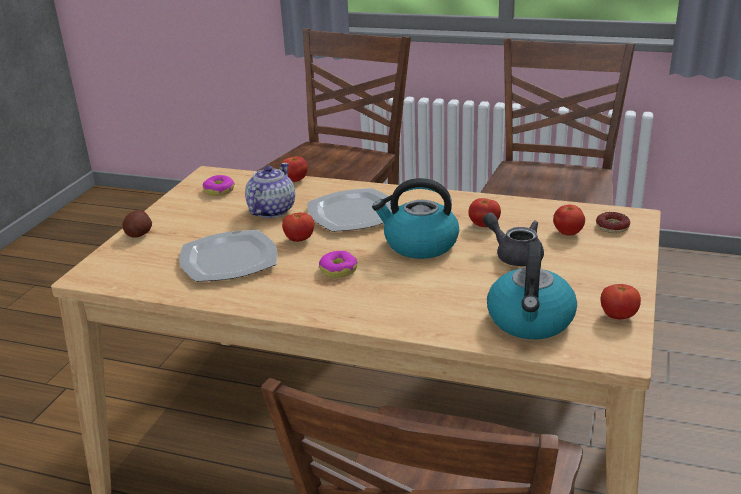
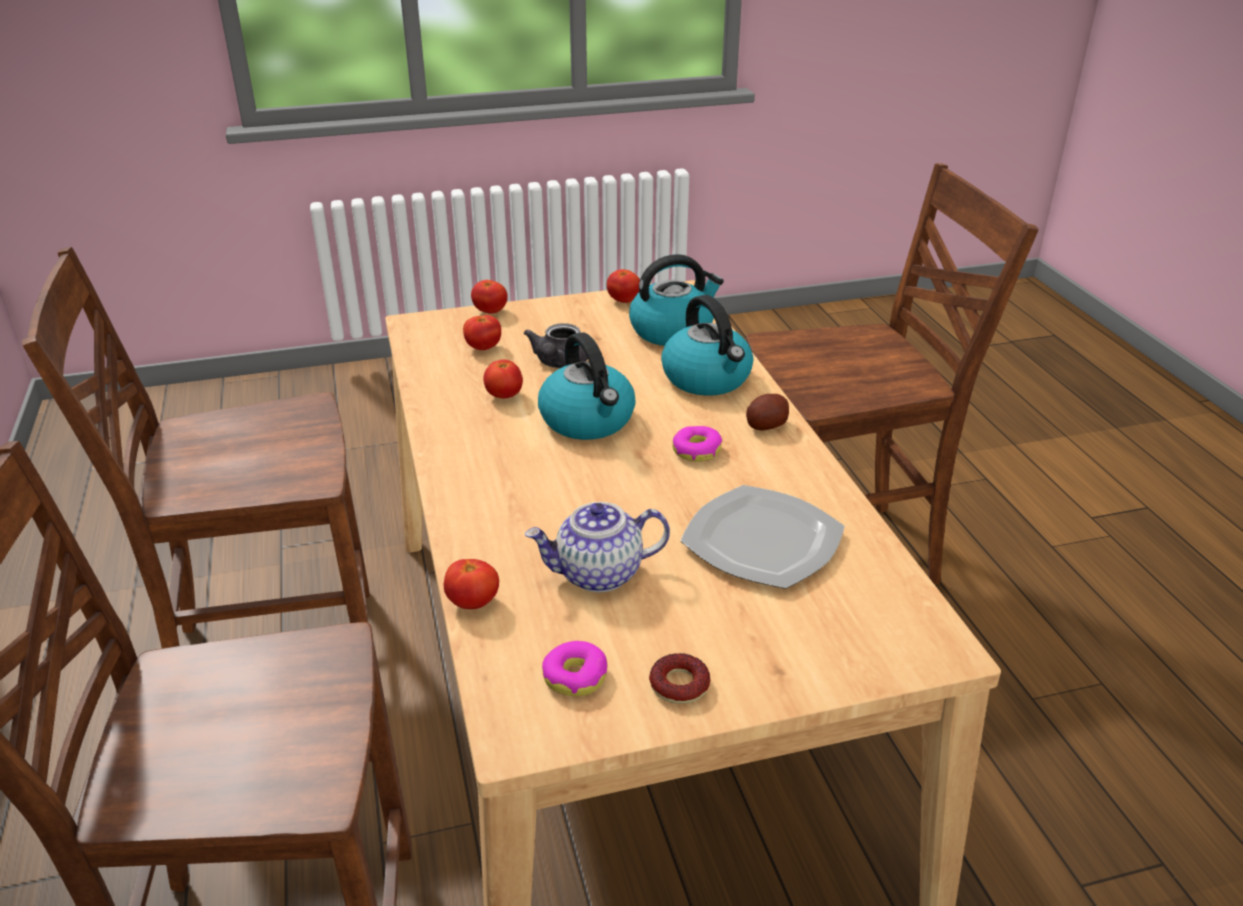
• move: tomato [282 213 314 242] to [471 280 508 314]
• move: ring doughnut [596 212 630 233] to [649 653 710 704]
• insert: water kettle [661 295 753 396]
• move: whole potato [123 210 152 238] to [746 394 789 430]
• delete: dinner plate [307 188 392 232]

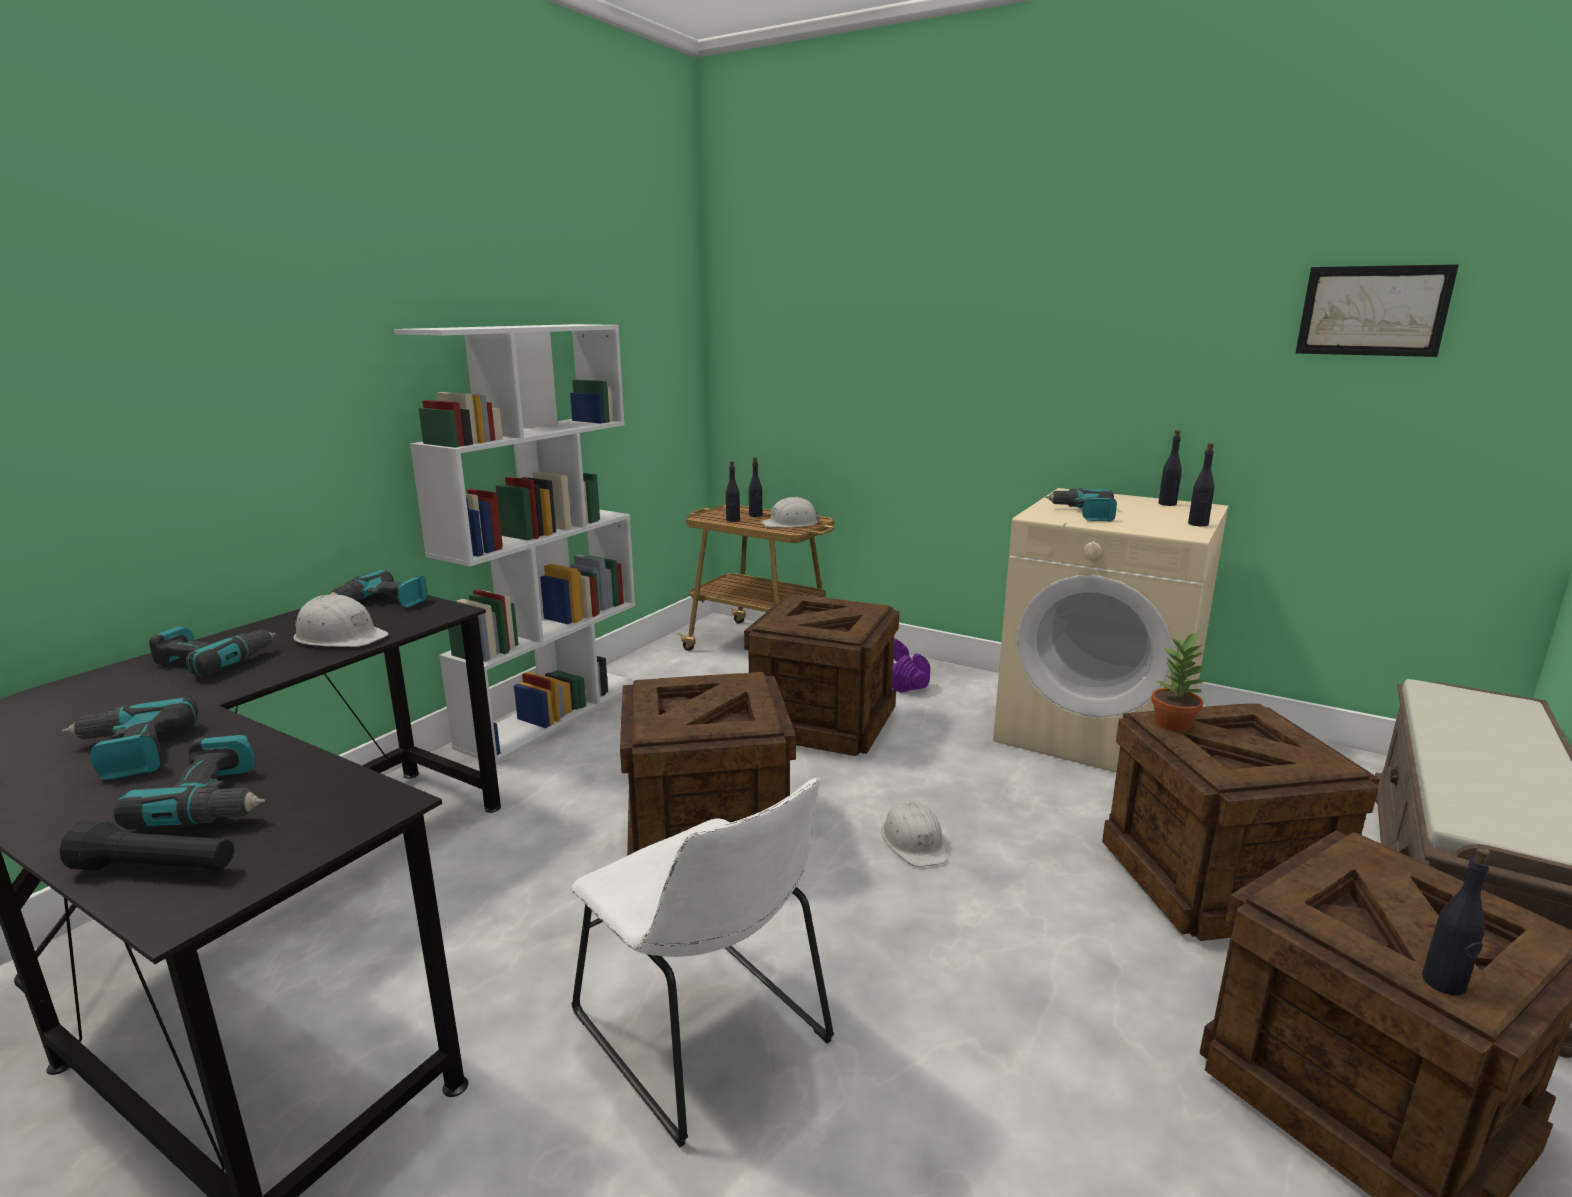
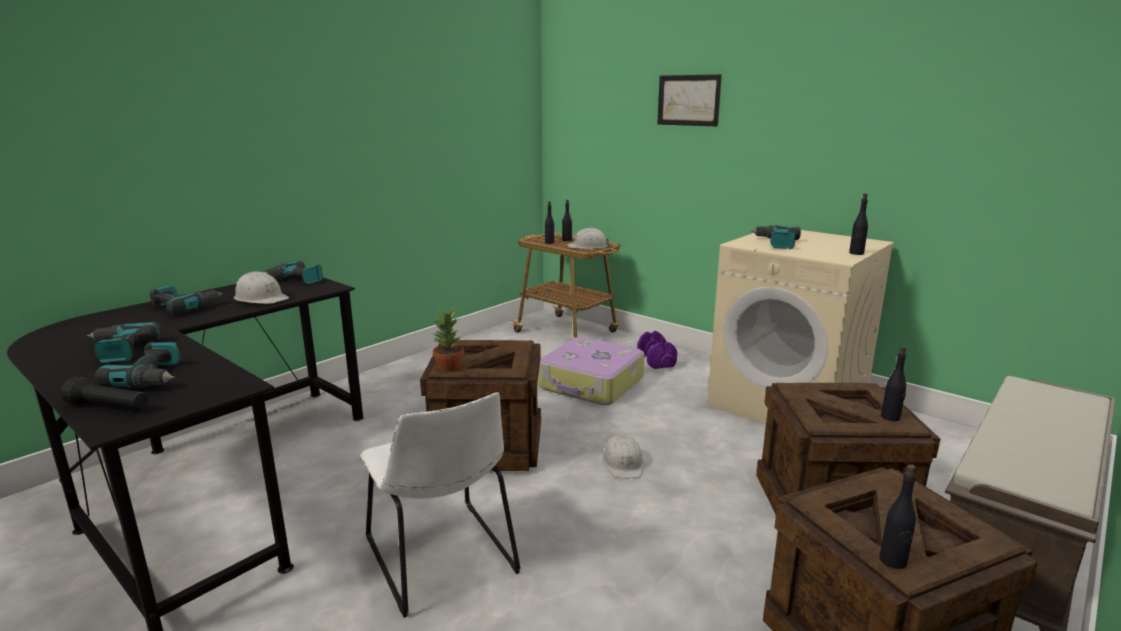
• move: plant in a pot [1151 632 1207 731] to [433 306 464 371]
• replace: shipping crate [744 594 899 756] to suitcase [539 337 645 405]
• move: wall art [1296 264 1459 357] to [657 74 722 126]
• move: drink bottle (black-coloured) [1158 430 1182 506] to [881 347 906 421]
• delete: shelving unit (white) [394 324 635 764]

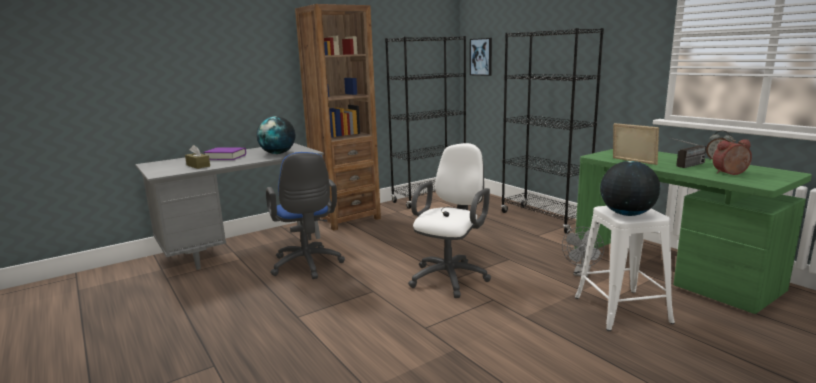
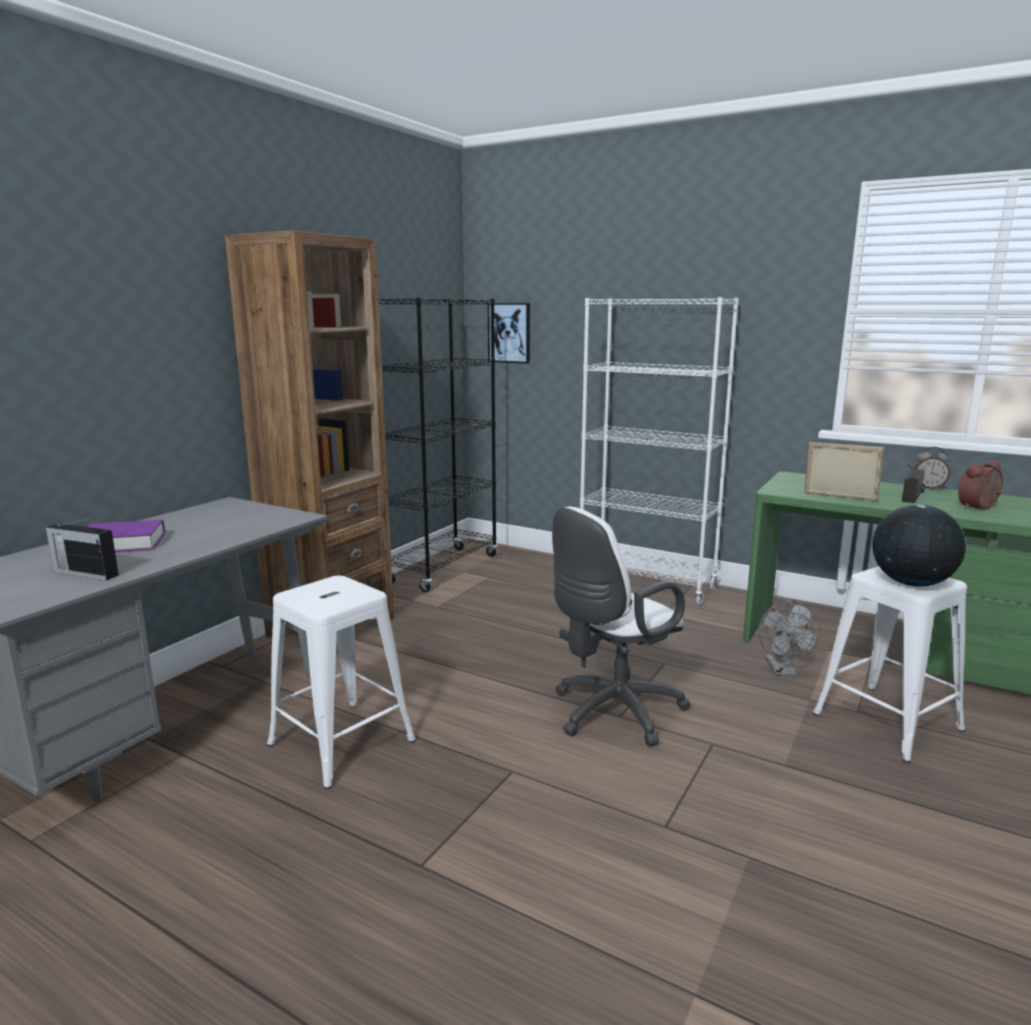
• replace: tissue holder (brownish) [185 145 210 169] to radio receiver [46 518 119 580]
• replace: desk chair (bluish) [266 152 345 279] to stool seat (white) [267 576 416 789]
• rotate: desk chair (white) [408 143 491 298] = [552 507 691 747] 135 degrees counterclockwise
• recolor: shelving unit (black-coloured) [501 28 604 234] to shelving unit (white) [580 297 739 605]
• delete: globe [256 116 295 154]

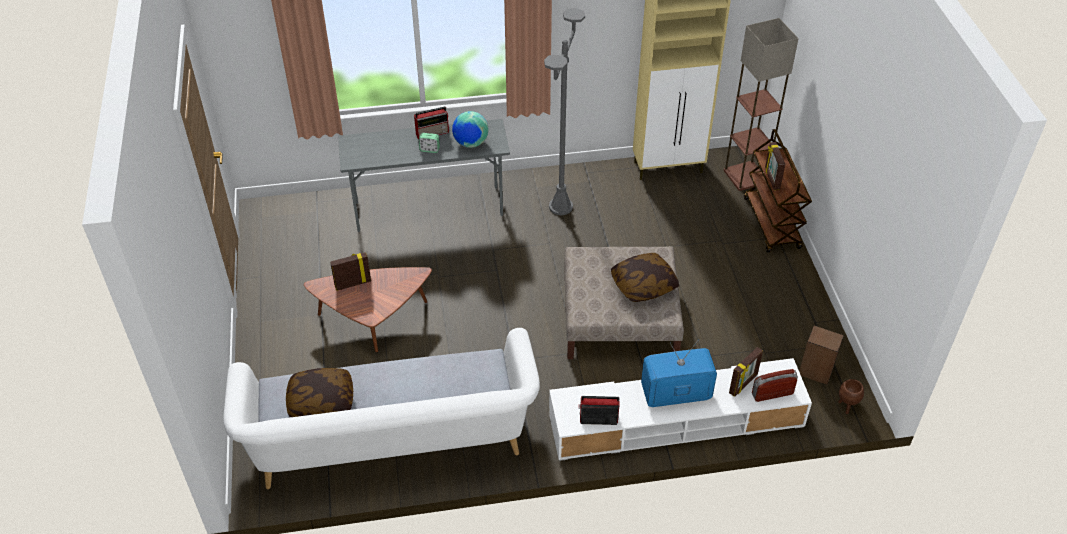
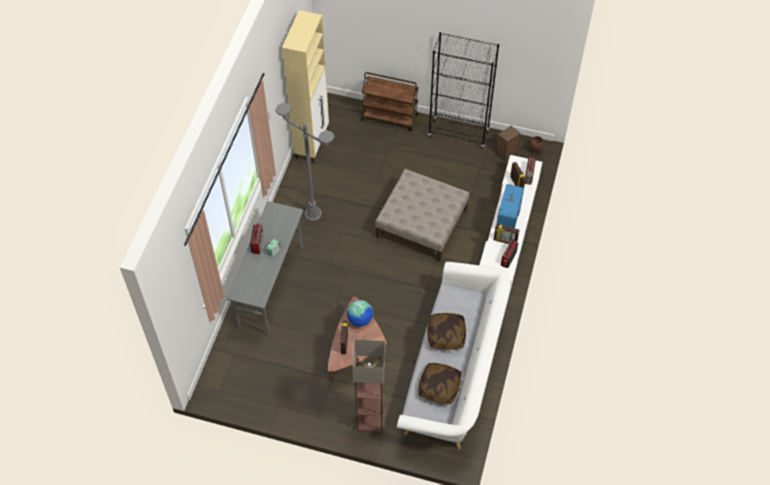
• move: globe [452 111 489 148] to [347 300 373 327]
• move: floor lamp [724 18 799 191] to [352 339 385 432]
• move: pillow [611 253 679 302] to [427 313 466 350]
• insert: shelving unit (black-coloured) [428 32 499 149]
• move: picture frame [765 142 786 190] to [494 224 519 244]

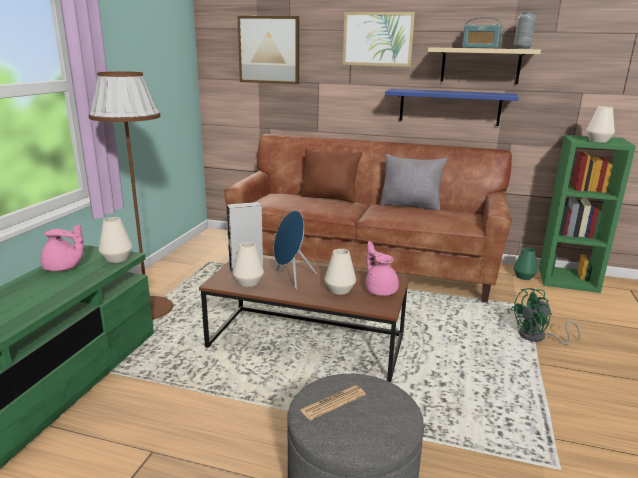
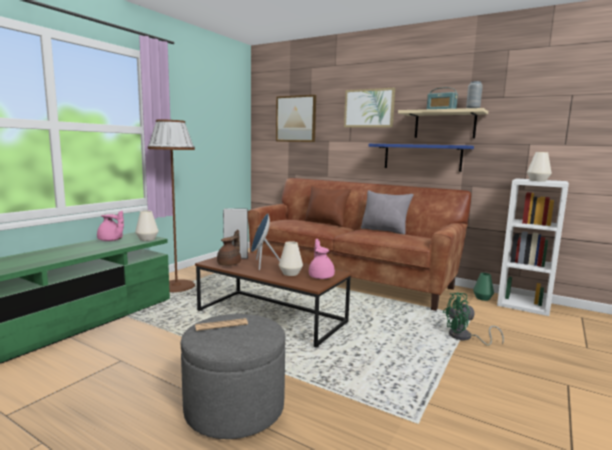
• replace: decorative vase (white) [233 242 264 287] to tea pot (brownish) [217 230 241 266]
• recolor: shelving unit (greenish) [539 135 636 293] to shelving unit (white) [497 178 569 316]

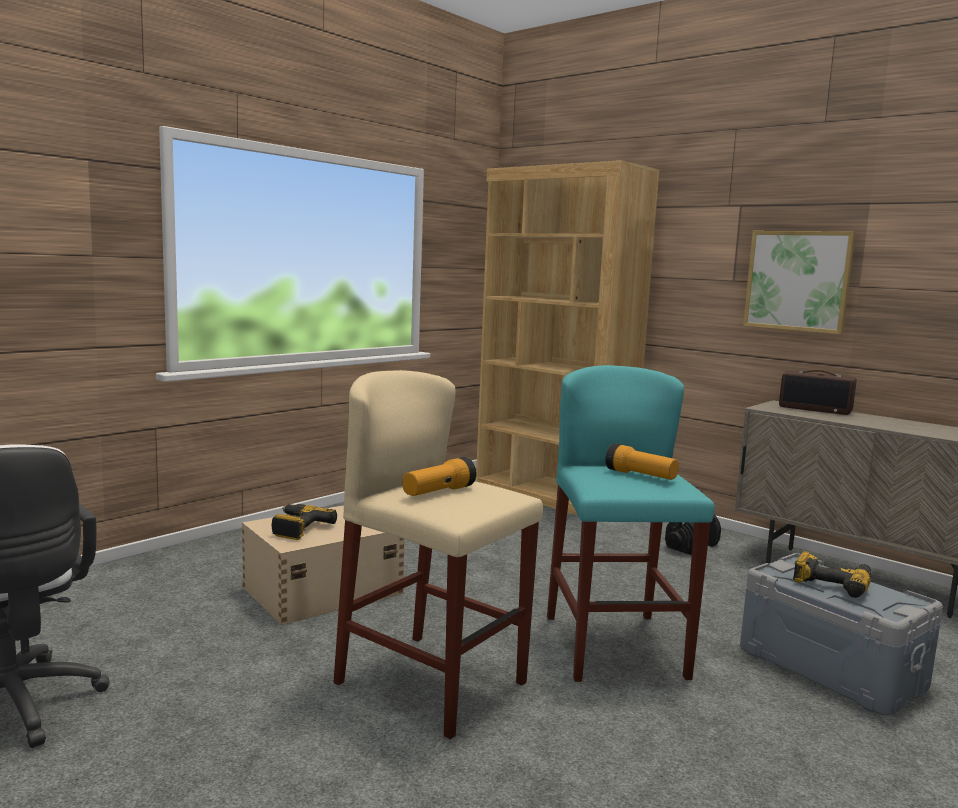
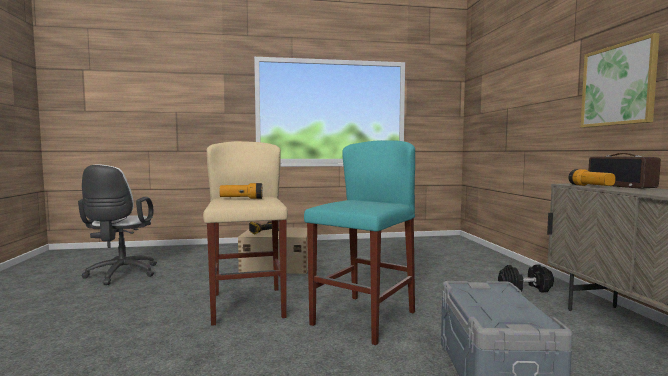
• move: torch [606 444 679 480] to [569 169 616 186]
• delete: shelving unit (brownish) [476 160 659 515]
• delete: drill [793 551 871 598]

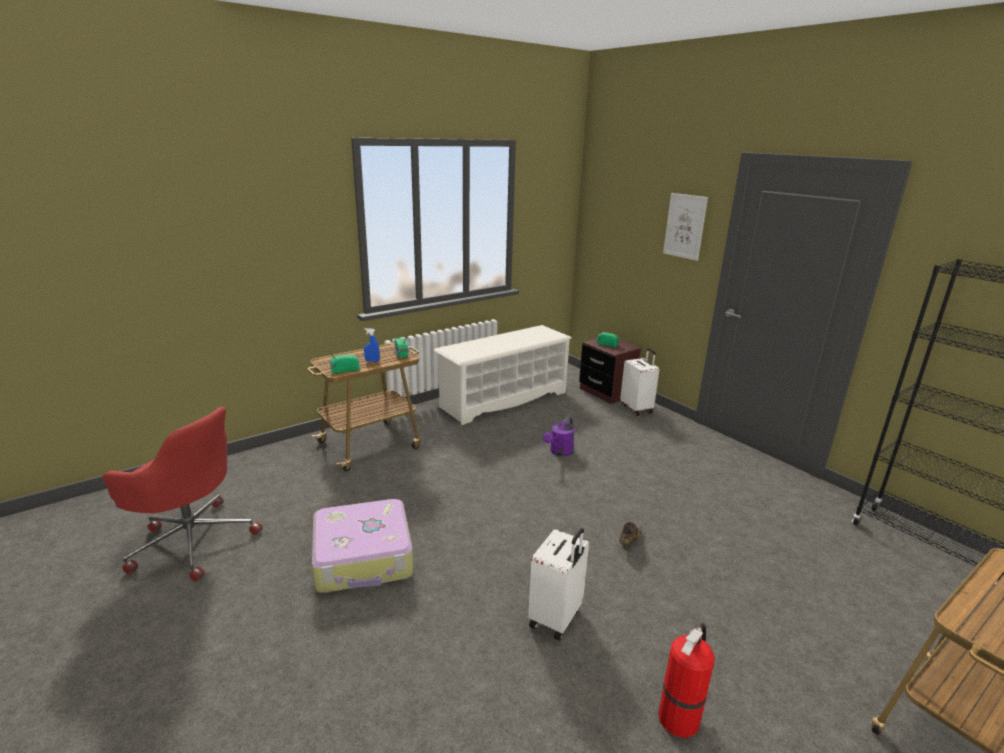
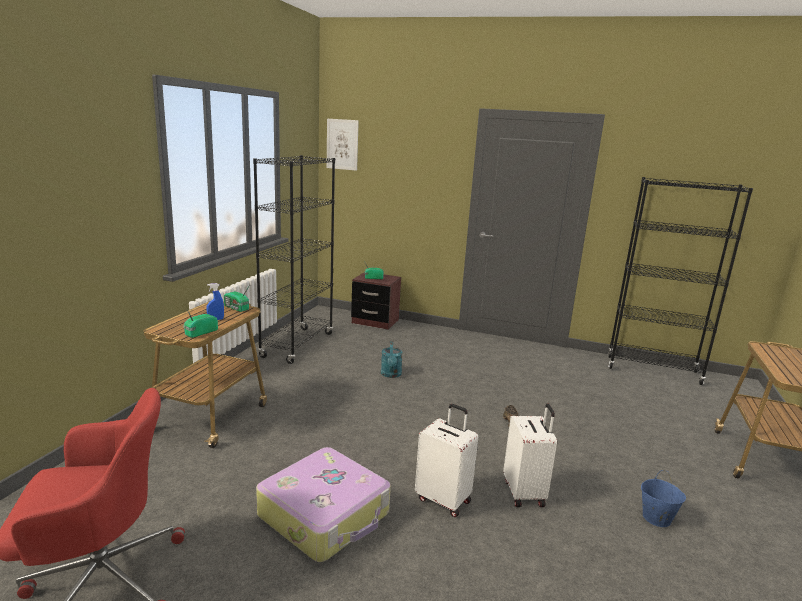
• replace: shoe shelf (white) [433 325 572 425] to shelving unit (black-coloured) [253 155 335 364]
• move: wall art [663 193 708 261] to [327 119 359 171]
• recolor: watering can (purple-coloured) [543 417 575 456] to watering can (turquoise) [381 341 402 378]
• move: suitcase (white) [620 348 659 416] to [415 404 478 517]
• replace: fire extinguisher [658 623 715 738] to water bucket (bluish) [641 470 686 527]

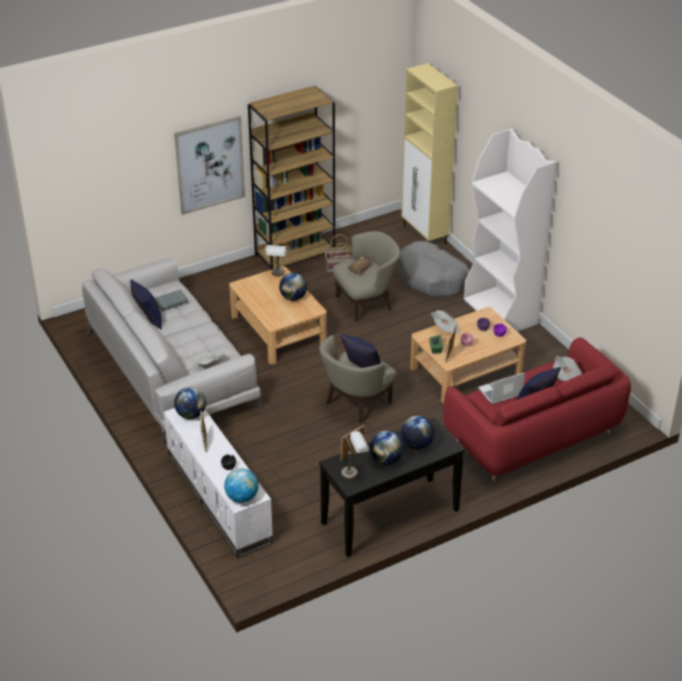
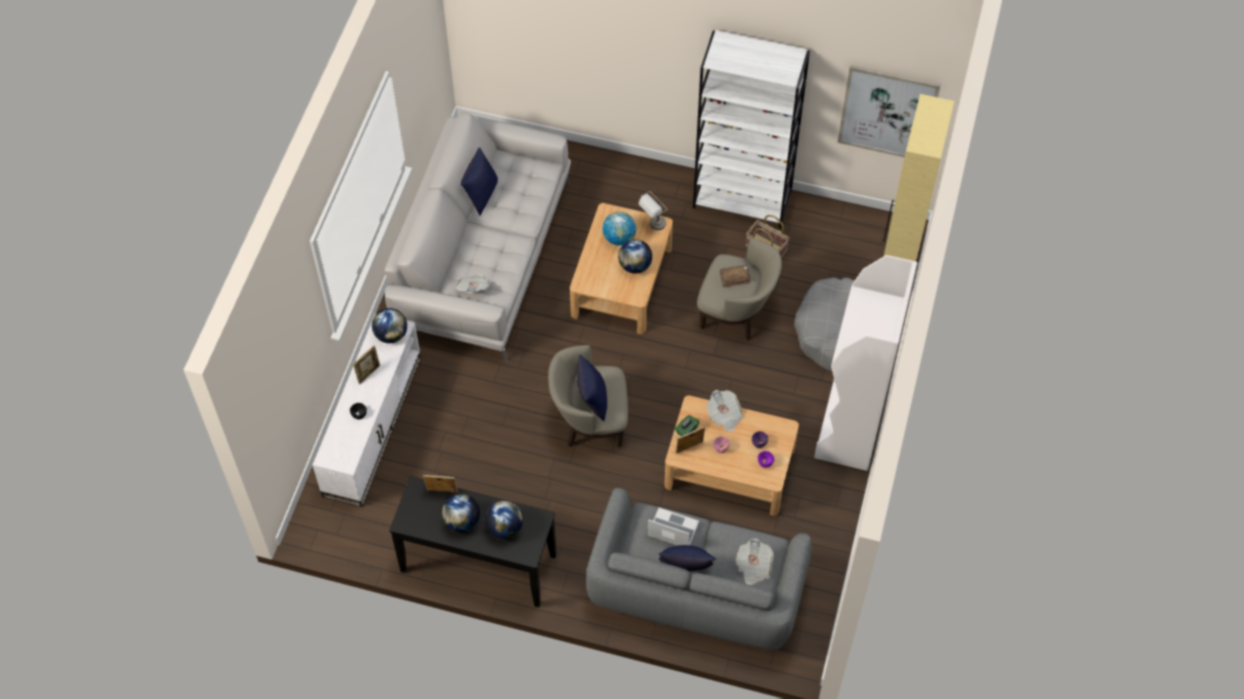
• recolor: settee (red) [443 337 631 481] to settee (grey) [586 488 812 650]
• move: globe [224 468 259 503] to [603 212 636 246]
• recolor: shelving unit (brownish) [248 86 335 270] to shelving unit (white) [693 30 810 228]
• move: wall art [174 116 245 215] to [837 65 941 157]
• delete: volume (grey) [155 290 188 311]
• delete: lamp for a table (grey) [341 431 369 479]

